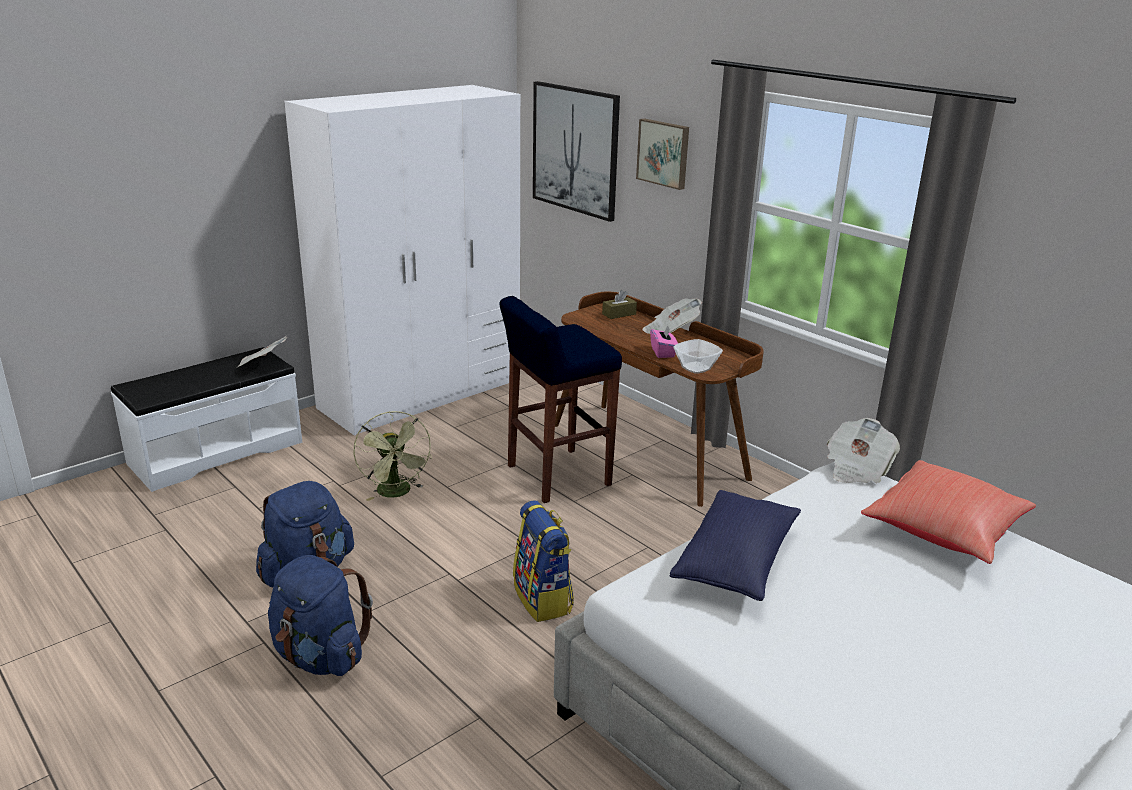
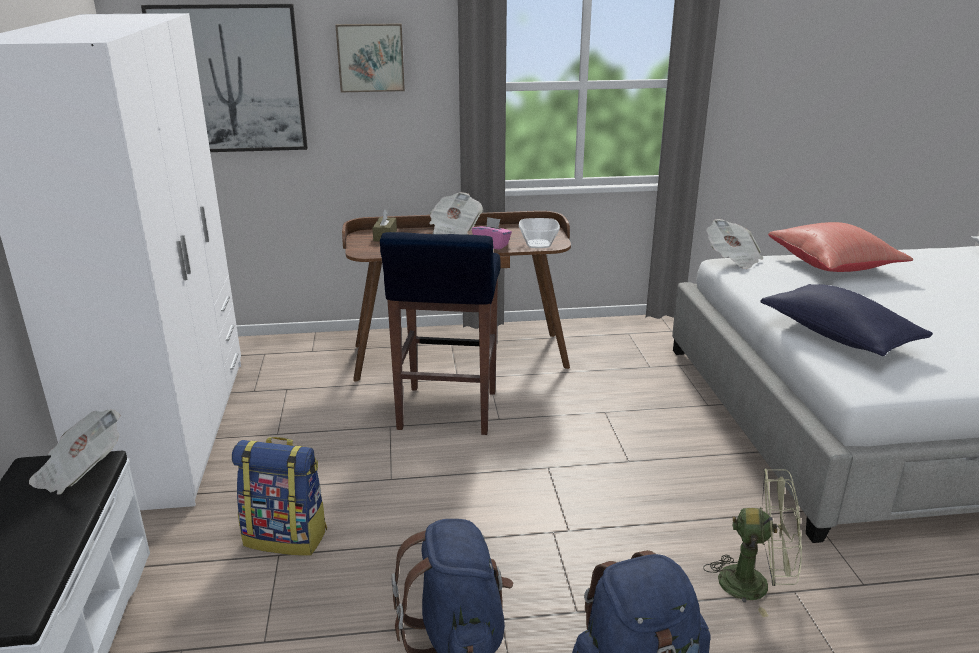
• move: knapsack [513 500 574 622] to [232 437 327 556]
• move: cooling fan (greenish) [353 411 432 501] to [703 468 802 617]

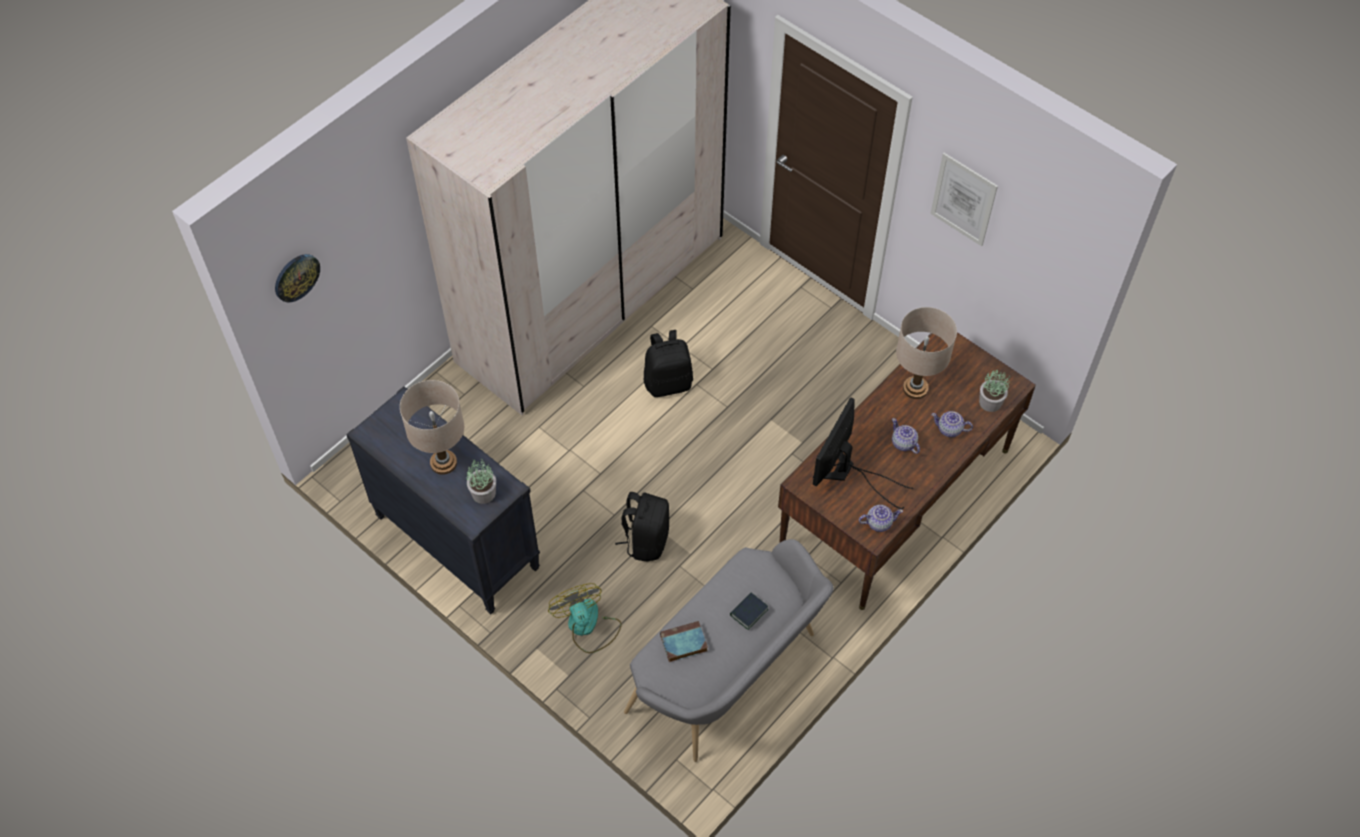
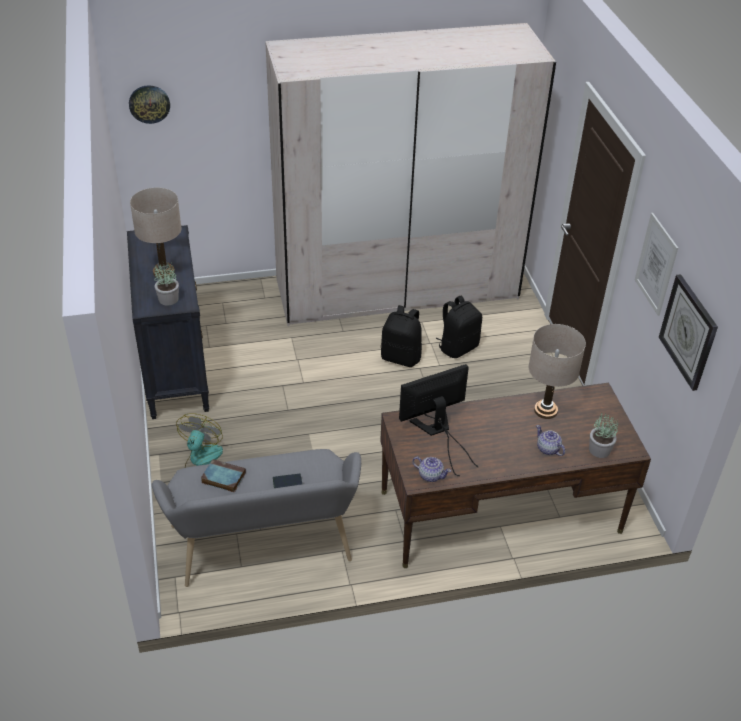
• move: knapsack (black-coloured) [615 492 670 562] to [436 296 482 358]
• insert: clock on the wall [659 274 718 391]
• delete: tea pot [892 418 920 454]

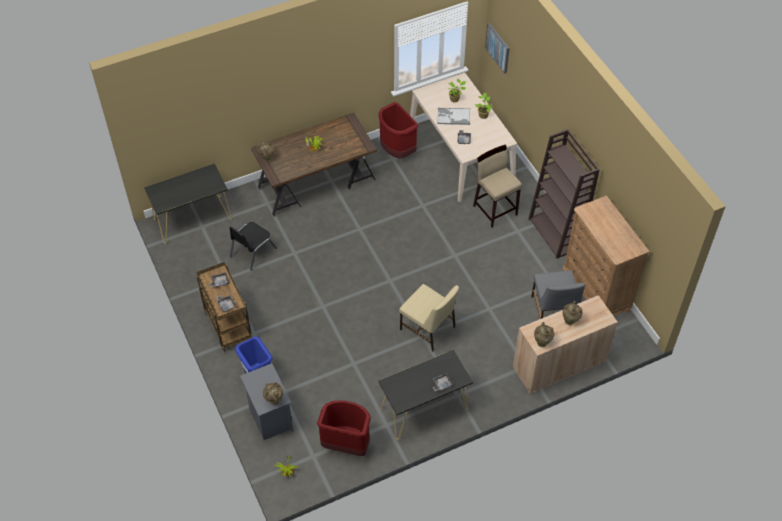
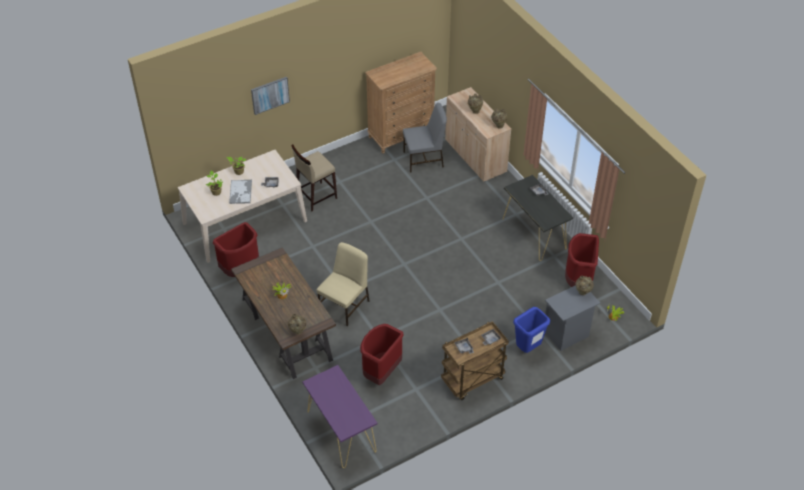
• move: wall art [485 23 509 73] to [251 77 290 115]
• recolor: narrow table (black-coloured) [144 164 232 243] to narrow table (purple-coloured) [302 365 377 468]
• move: plain chair (beige-coloured) [399 284 459 351] to [317 242 369 326]
• replace: plain chair (black-coloured) [230 222 277 271] to trash can (red) [360 324 404 385]
• delete: shelving unit (brownish) [528 129 600 259]

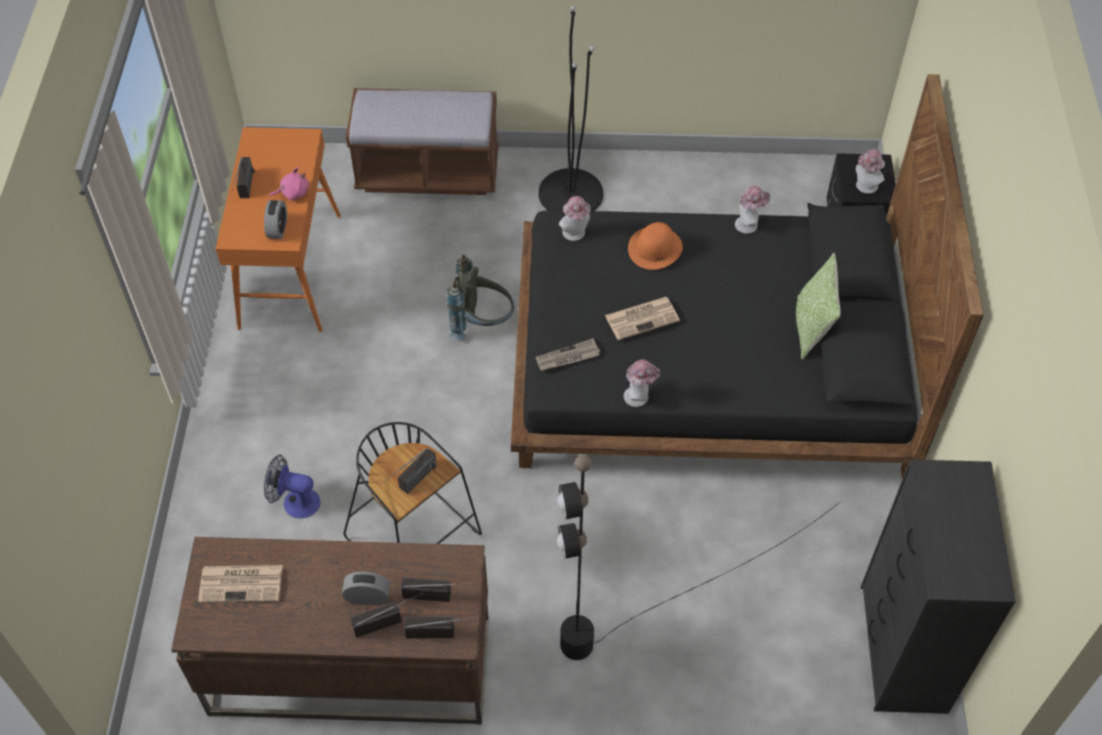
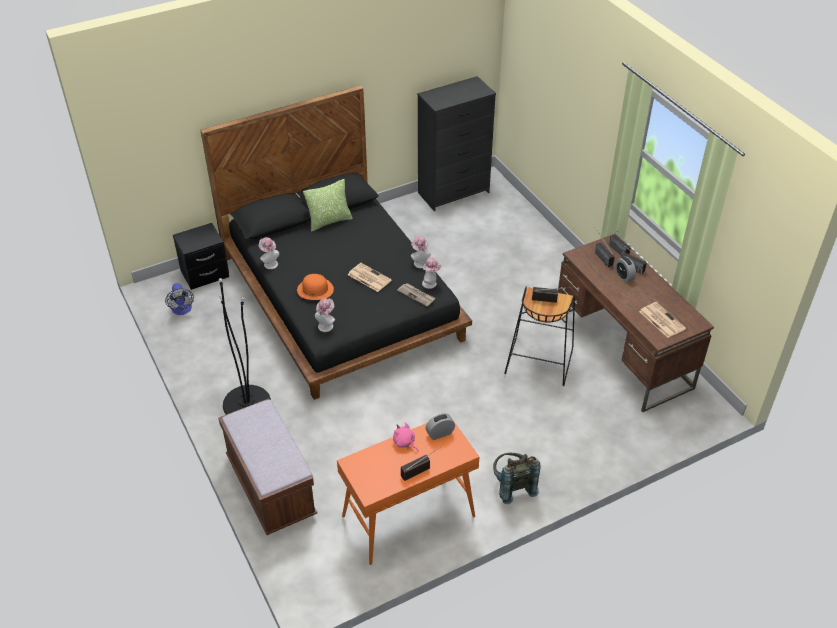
• move: cooling fan [264 454 320 518] to [165 283 194 315]
• move: clothing hat [856 149 885 194] to [422 258 442 289]
• move: knapsack (grey) [446 255 515 340] to [493 453 540 504]
• delete: floor lamp (black-coloured) [557 455 840 660]

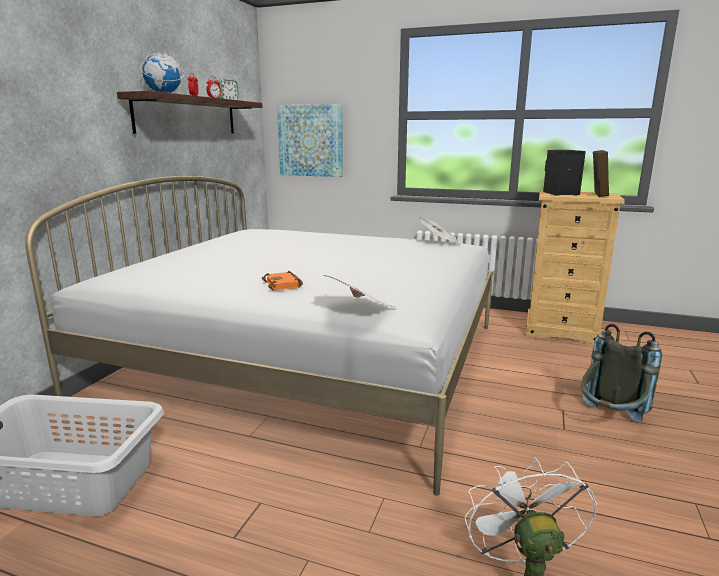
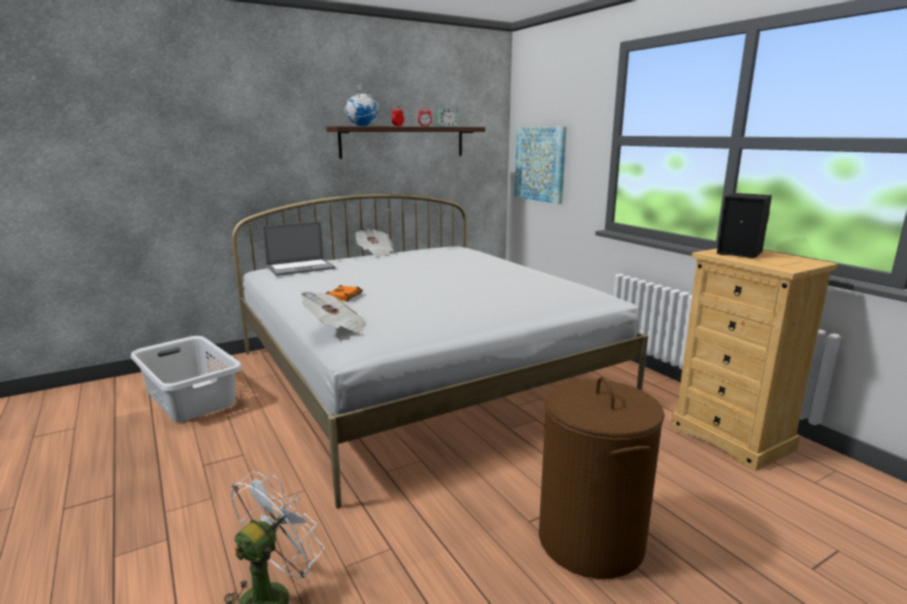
• insert: portable computer [263 221 335 276]
• move: daily paper [417 216 461 245] to [355 228 394 256]
• replace: knapsack (grey) [581 324 662 422] to washing basket (brownish) [539 377 665 579]
• delete: picture frame [593 150 609 197]

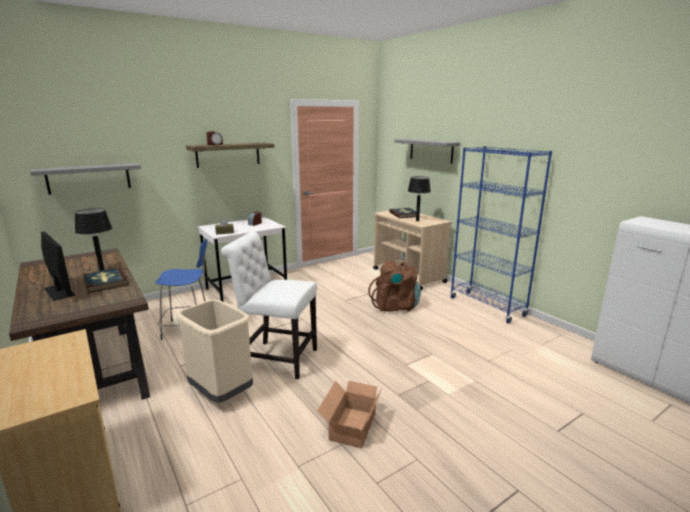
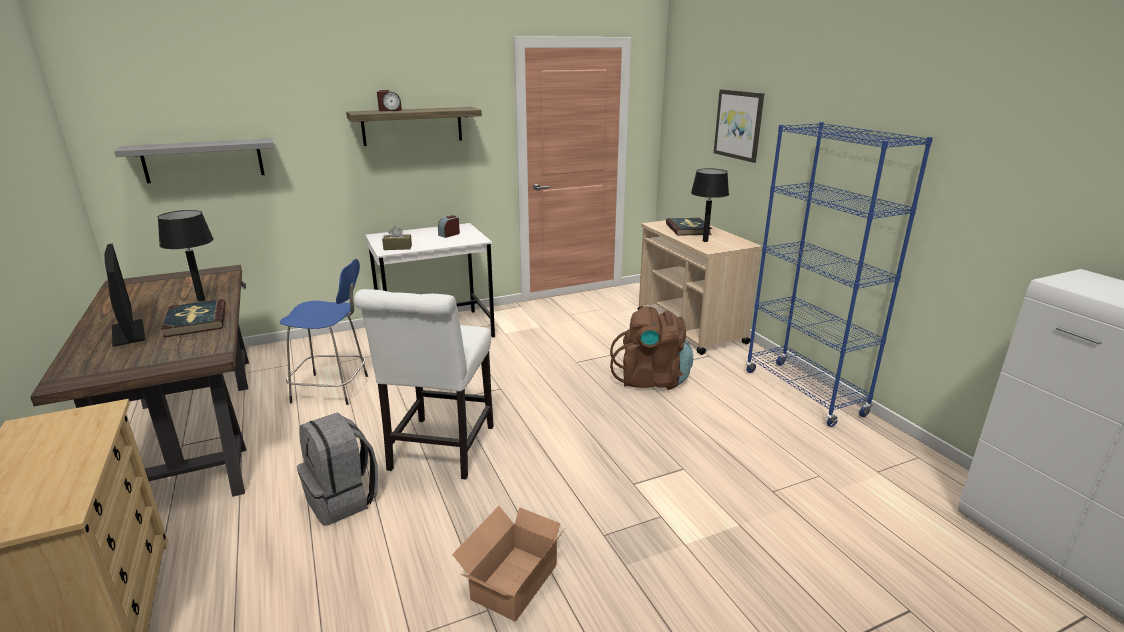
• replace: trash can (beige-coloured) [176 299 253 403] to knapsack (grey) [297 412 378 526]
• rotate: plain chair (white) [221 232 317 379] = [354 289 494 480] 105 degrees counterclockwise
• replace: shelf (grey) [394 139 460 164] to wall art [714 89 764 163]

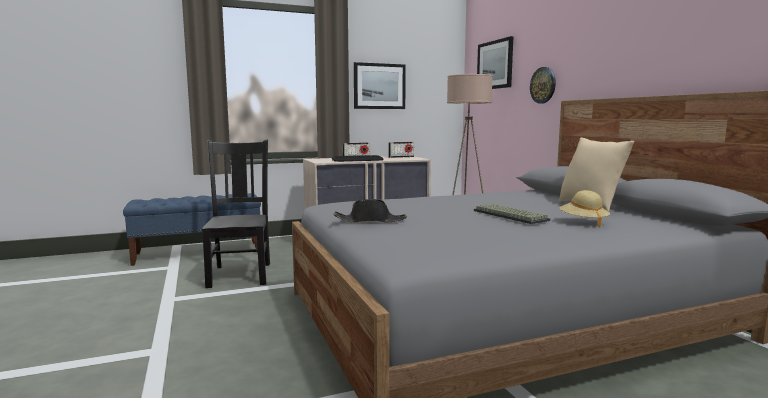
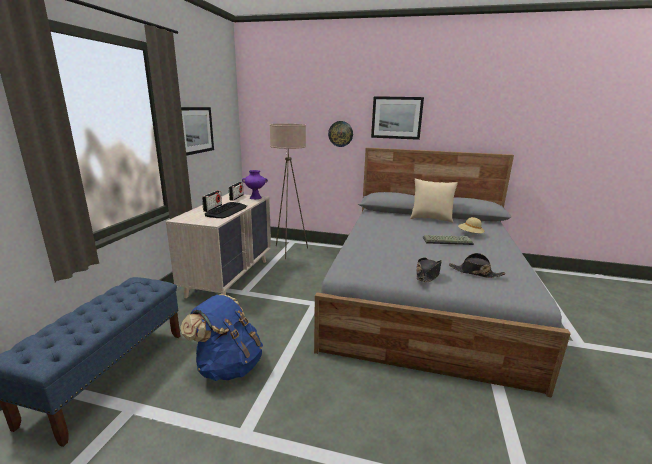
• replace: plain chair (black-coloured) [202 140 270 288] to knapsack (bluish) [180 294 263 381]
• insert: decorative vase (purple-coloured) [242 170 268 199]
• move: wall art [477 36 514 89] to [371 96 424 140]
• insert: clothing hat (black-coloured) [449 253 505 278]

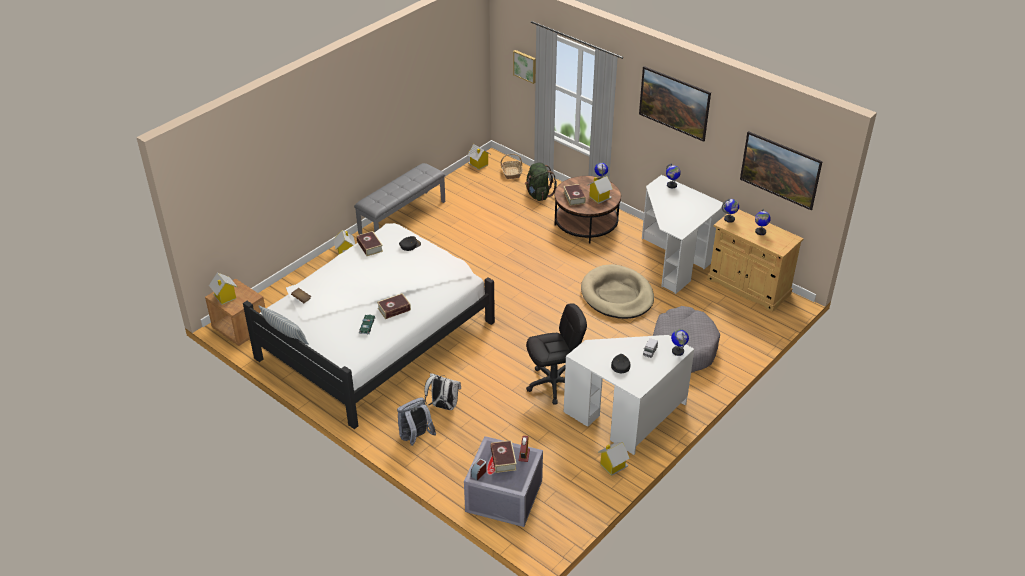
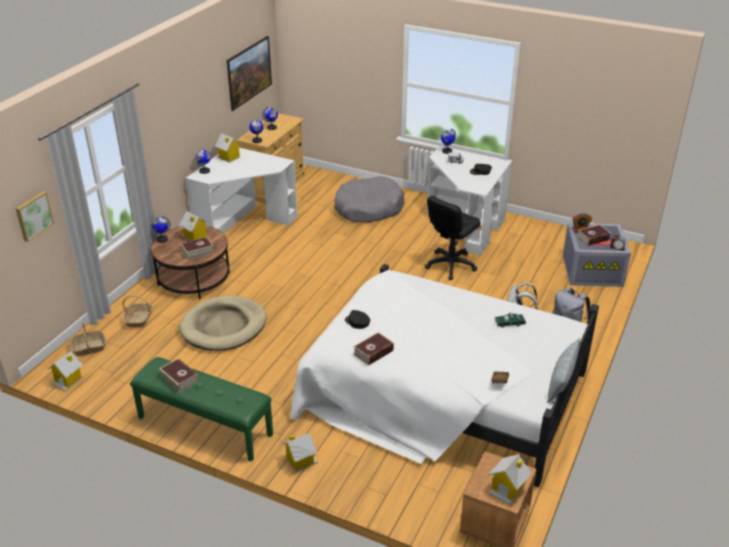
• replace: knapsack (greenish) [525 163 557 201] to household basket [123 295 153 328]
• recolor: bench (grey) [354 163 445 234] to bench (greenish) [130 357 273 462]
• move: volume [377 293 411 319] to [159 358 199 393]
• move: pet bed (beige-coloured) [581 264 654 319] to [179 296 266 351]
• move: miniature house [598 442 630 476] to [215 133 242 163]
• rotate: desk chair (black-coloured) [526 303 587 405] = [425 196 480 280] 105 degrees counterclockwise
• delete: wall art [639 66 711 142]

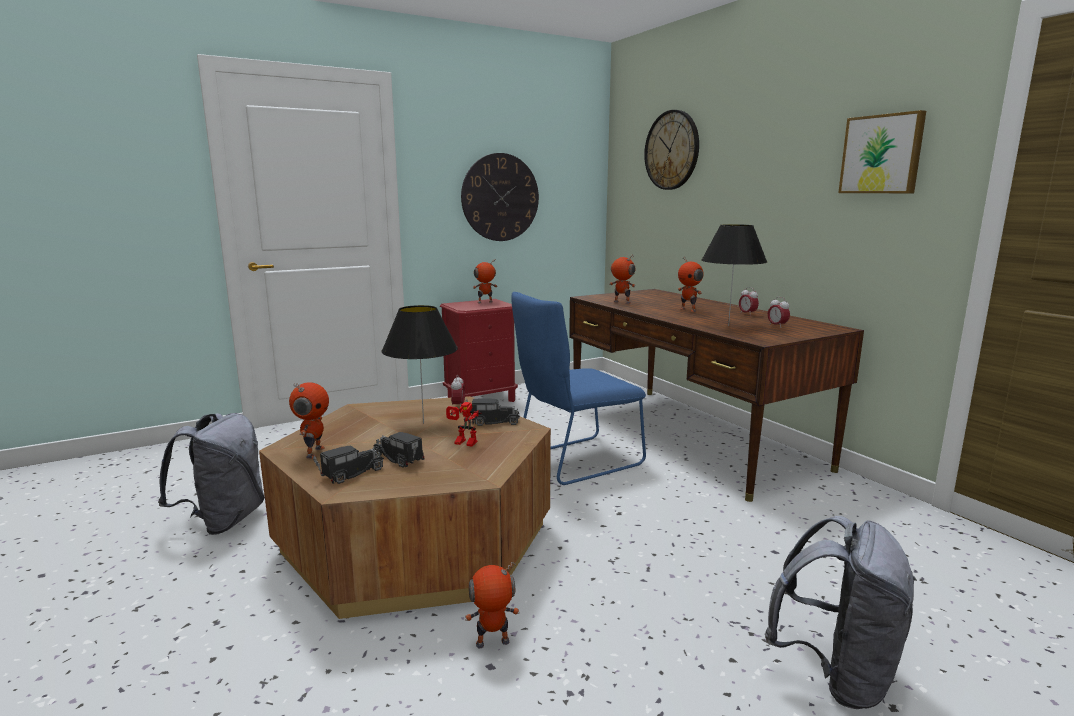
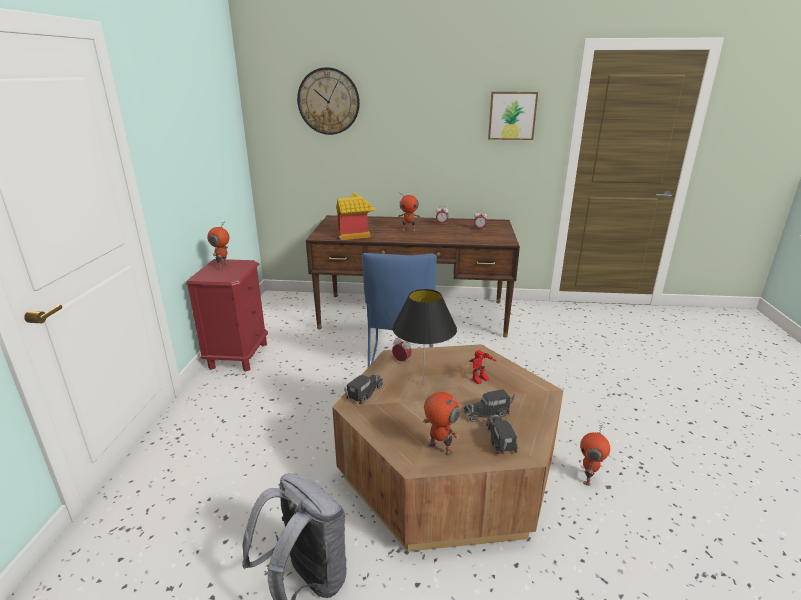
• replace: model robot [609 254 636 304] to miniature house [336 192 375 240]
• move: toy truck [466 398 520 426] to [344 373 383 405]
• delete: clock on the wall [461 153 539 241]
• delete: lamp for a table (black-coloured) [701 224 767 326]
• delete: knapsack (grey) [765 516 917 709]

